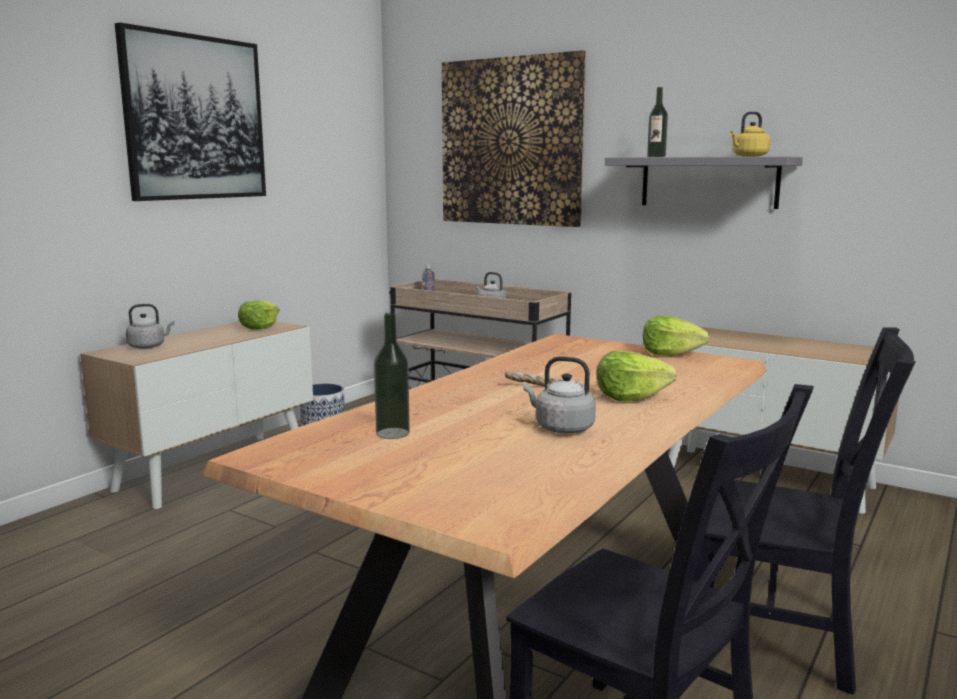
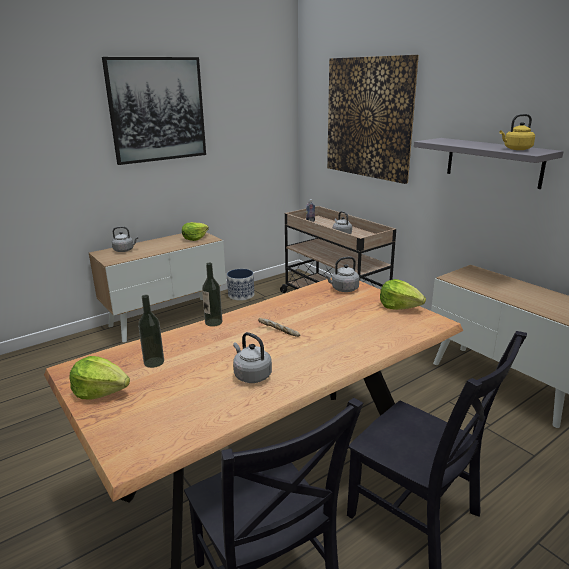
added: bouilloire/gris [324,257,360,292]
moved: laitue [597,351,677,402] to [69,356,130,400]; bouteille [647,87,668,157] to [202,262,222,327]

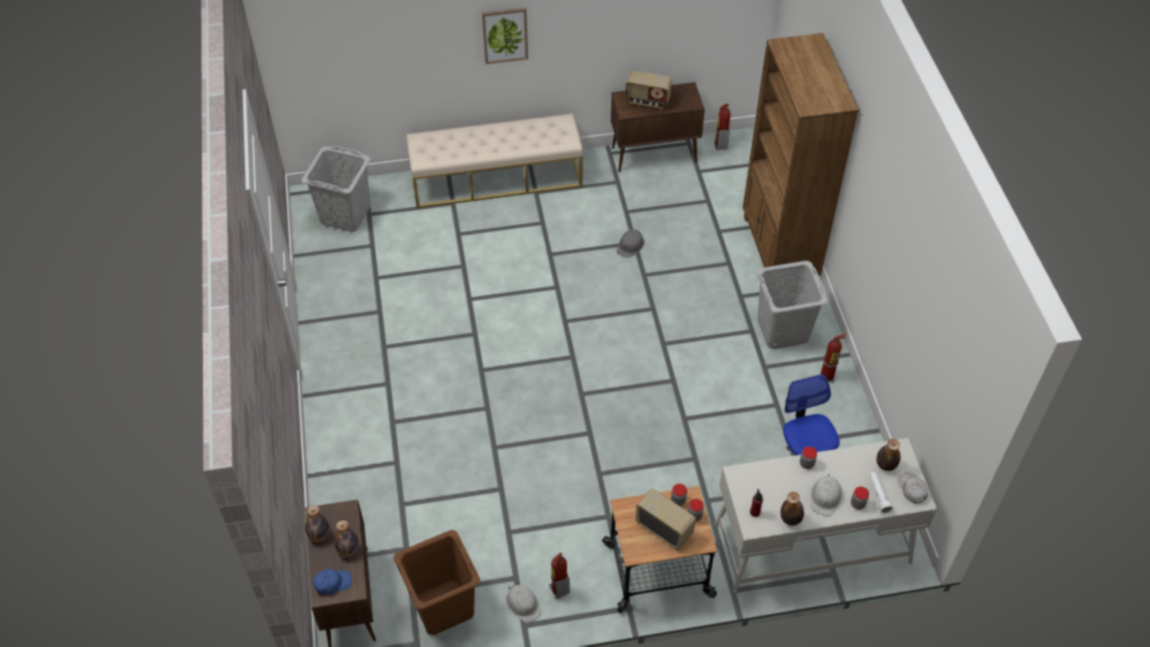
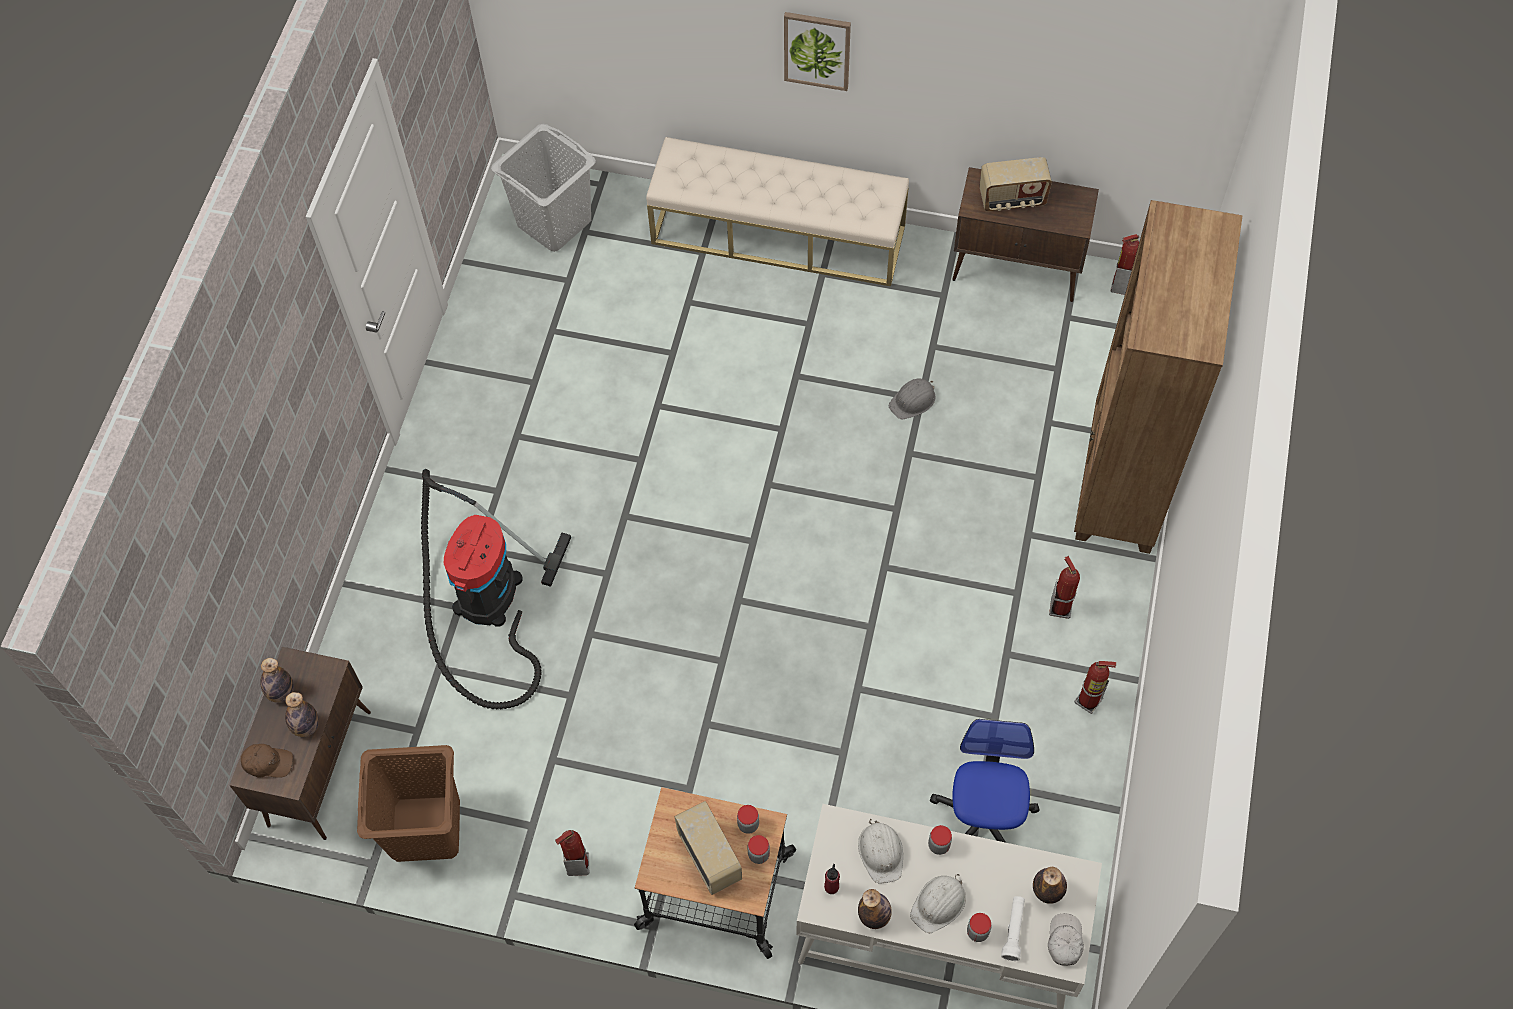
added: aspirateur [421,469,571,709]
moved: casque de chantier/blanc [506,585,541,623] to [858,819,903,884]
replaced: panier à linge/gris [756,261,828,349] to extincteur [1049,556,1080,619]
recoloured: casquette/bleu [313,569,352,595] to casquette/marron [241,744,293,778]
turned: radio [626,70,672,109] = [980,157,1052,212] 45 degrees counterclockwise

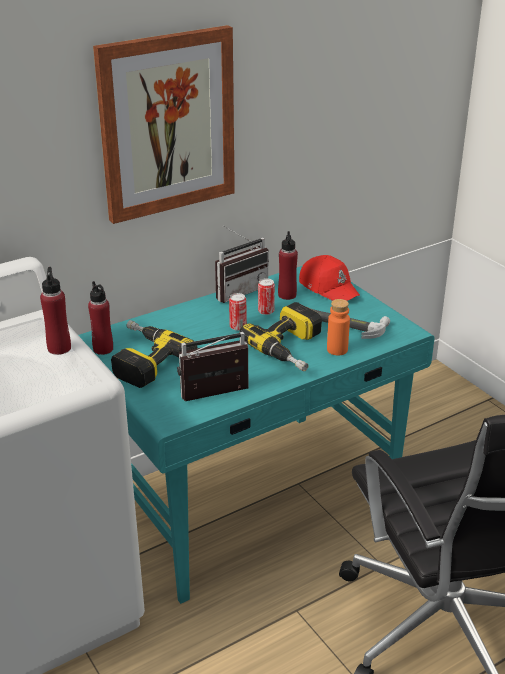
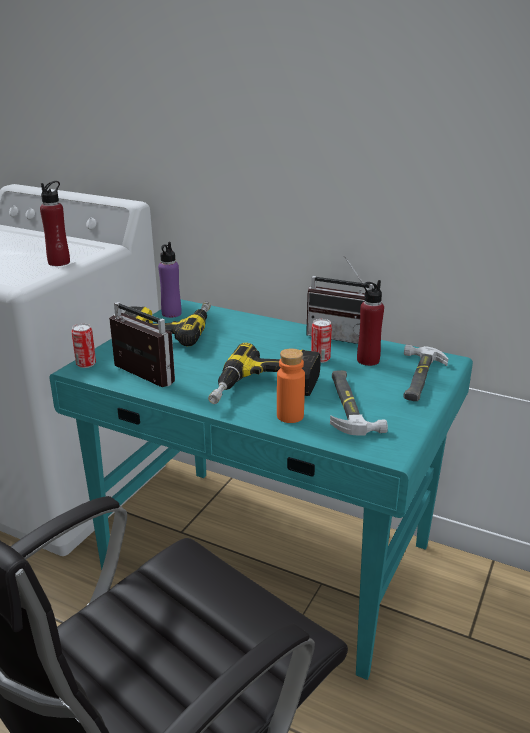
removed: tableau [93,25,235,224]
moved: boîte métallique [229,293,246,331] to [71,323,96,368]
replaced: casquette/rouge [299,255,360,301] to marteau [403,345,448,401]
recoloured: bouteille/rouge [88,281,113,355] to bouteille/violet [158,242,181,318]

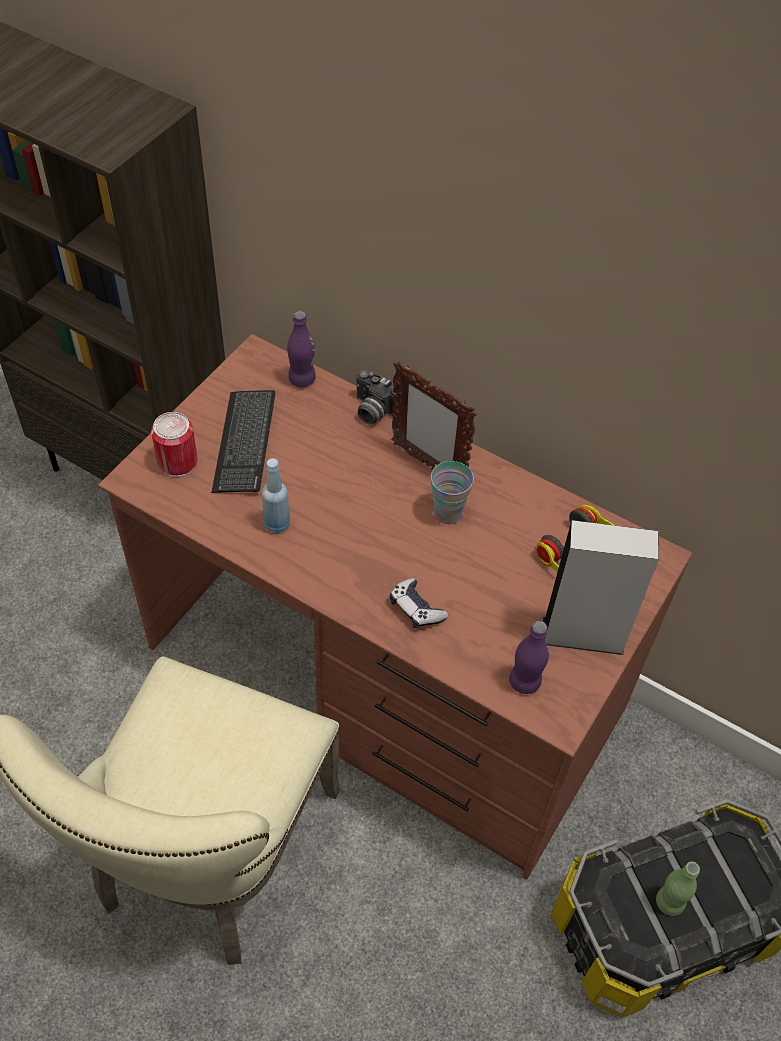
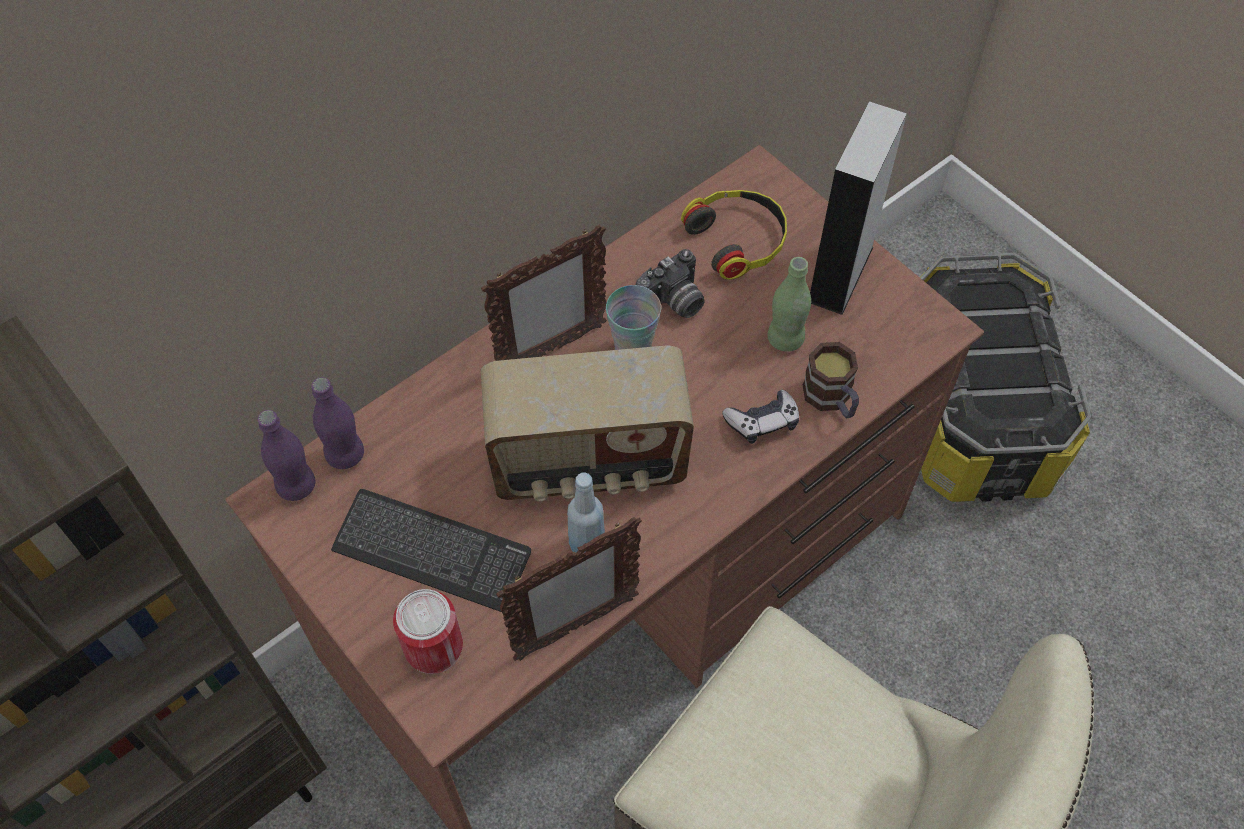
added: radio [481,346,694,502]; cadre photo [496,517,641,661]; mug [803,342,859,418]
moved: appareil photo [357,370,401,424] to [636,249,705,318]; bouteille/violet [509,621,549,694] to [258,410,316,501]; bouteille/vert [656,862,700,916] to [767,257,811,352]

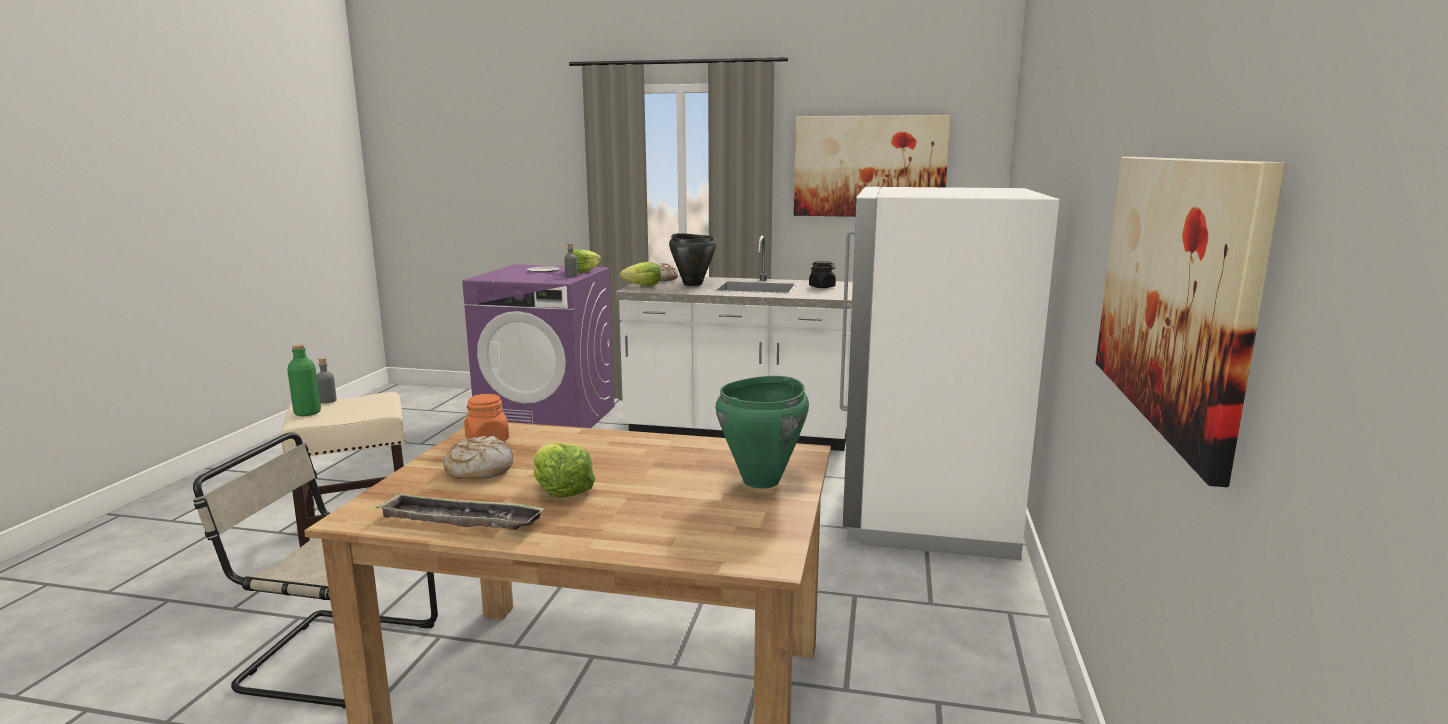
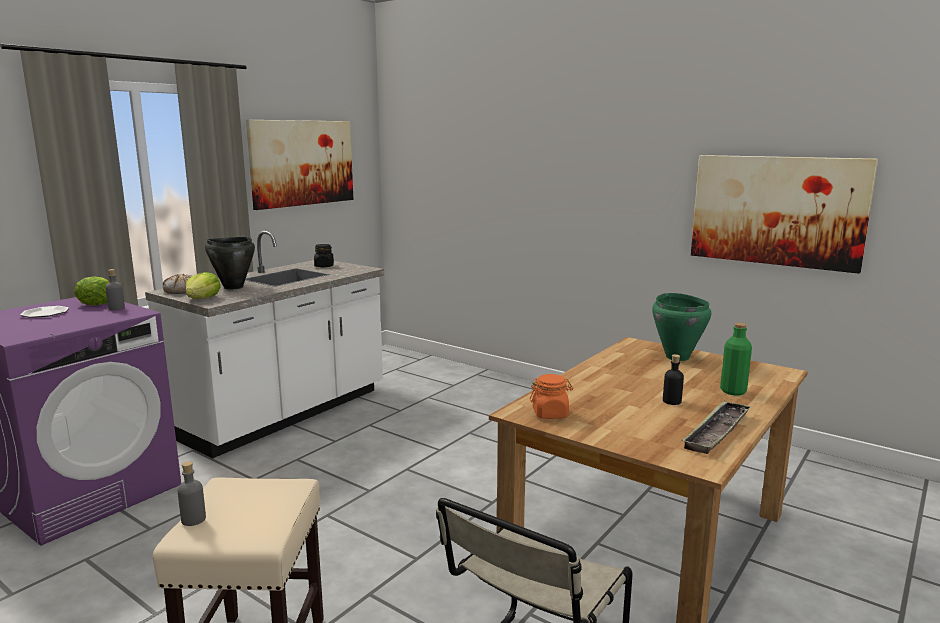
removed: pain [444,436,513,479]; réfrigérateur/blanc [840,187,1059,560]
moved: bouteille/vert [287,344,321,416] to [720,323,752,395]
replaced: laitue [533,443,595,498] to bouteille/noir [663,354,684,405]

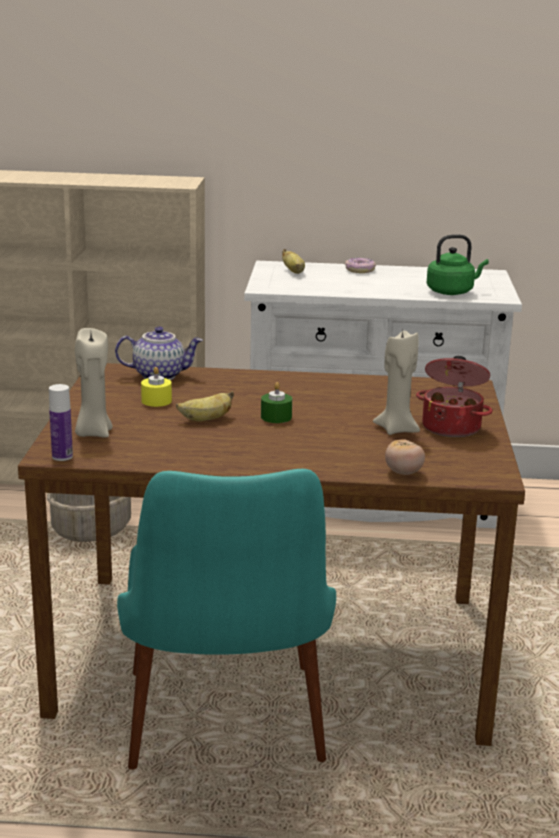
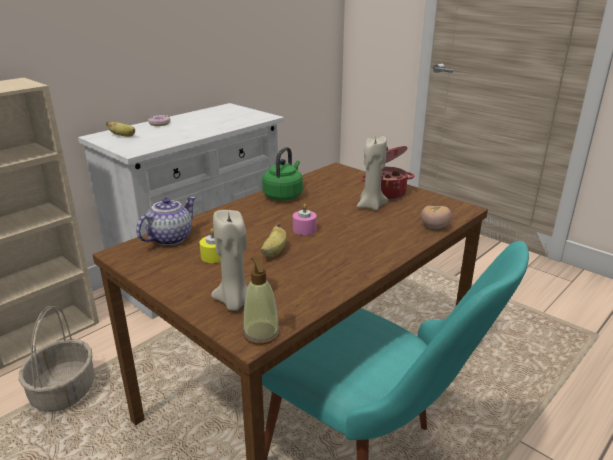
moved: bouilloire/vert [427,234,489,295] to [262,147,303,201]
replaced: bouteille [49,384,73,461] to distributeur de savon [243,256,280,345]
recoloured: bougie/vert [261,382,292,423] to bougie/rose [293,204,317,235]

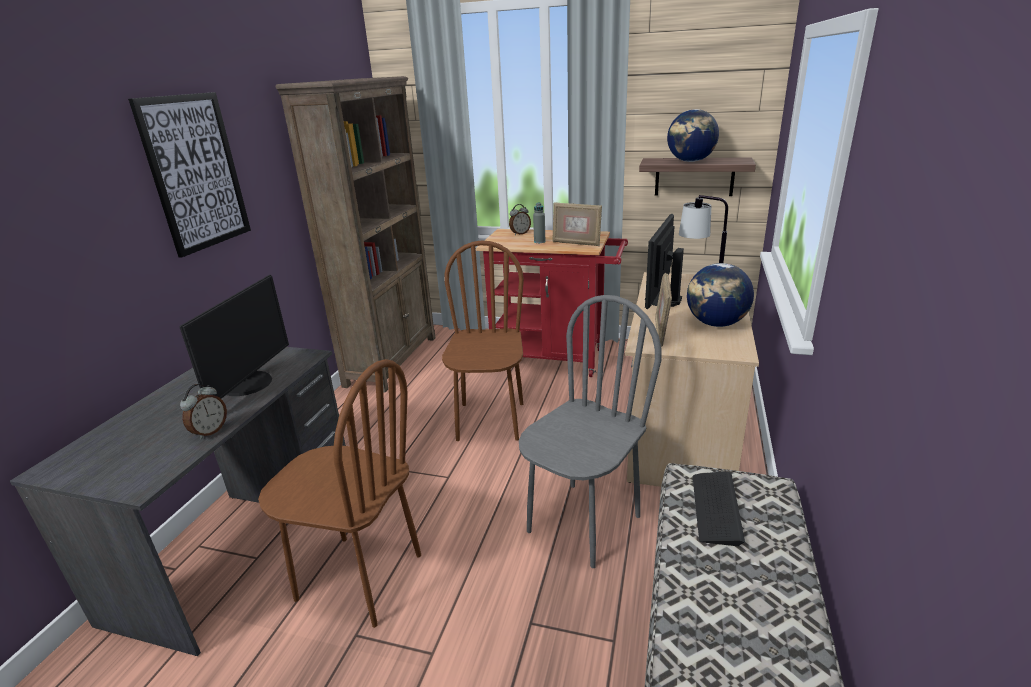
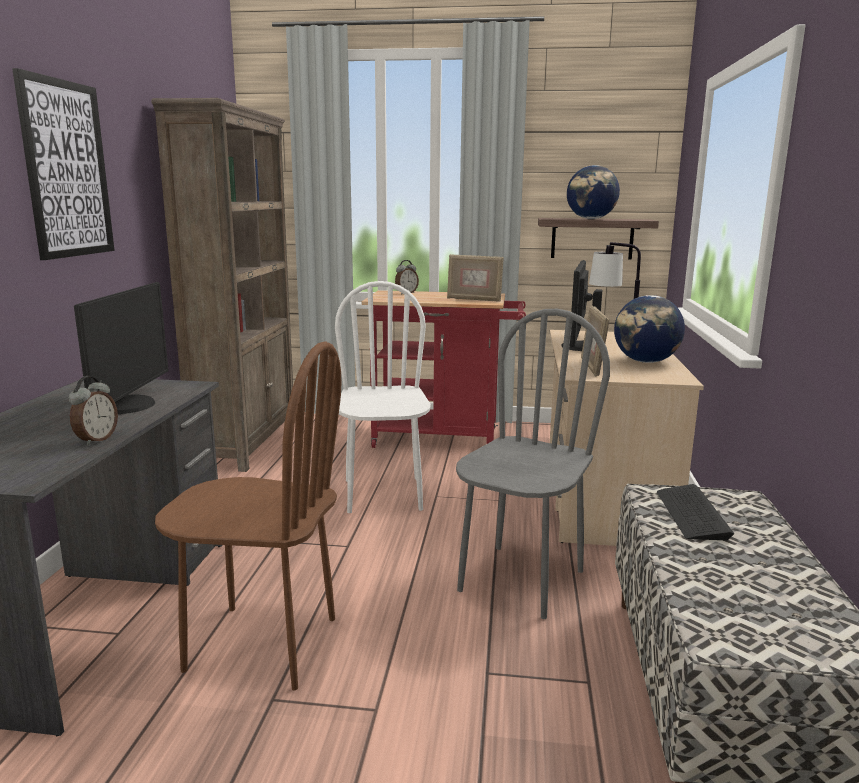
removed: bouteille/gris [533,203,546,243]
recoloured: chaise/marron [442,240,524,441] to chaise/blanc [335,281,431,513]

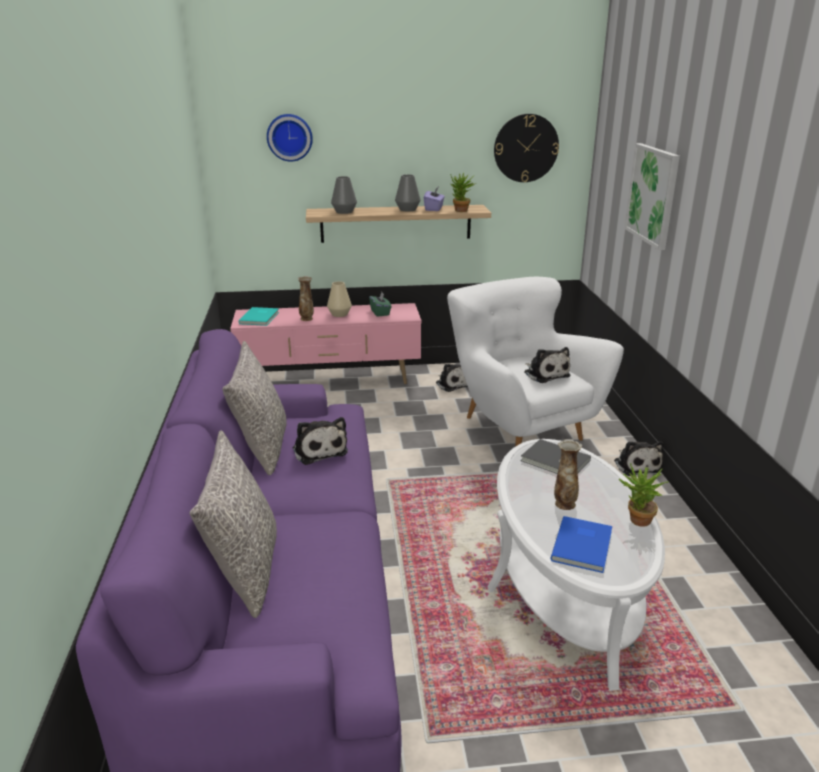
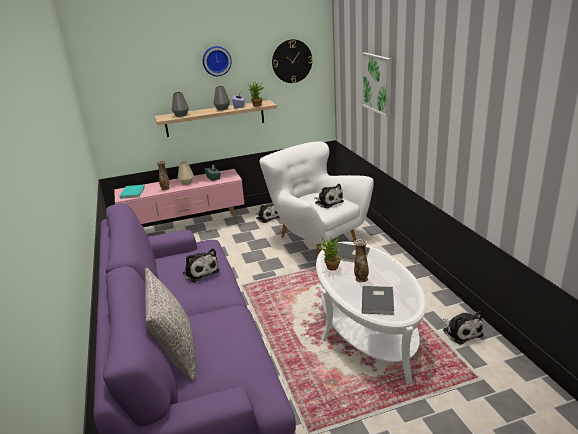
removed: coussin/gris [222,341,287,475]
moved: horloge murale [267,114,313,162] to [203,46,232,76]; peluche [614,441,663,476] to [443,311,484,345]; plante en pot [619,463,668,527] to [317,236,341,271]
recoloured: livre/bleu [551,516,612,573] to livre/gris [362,286,394,315]

